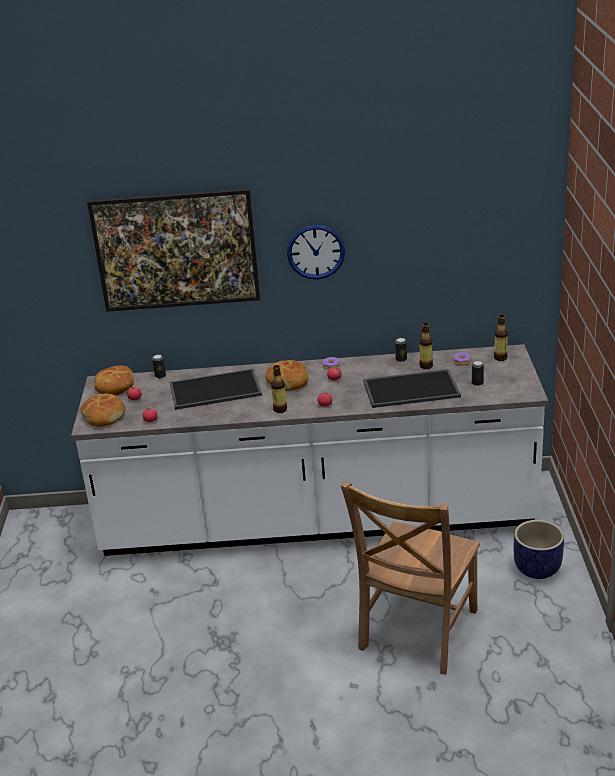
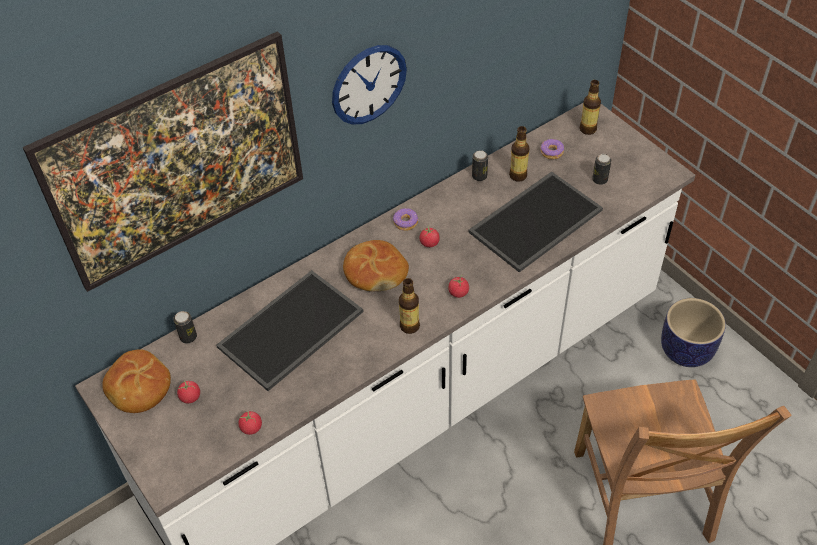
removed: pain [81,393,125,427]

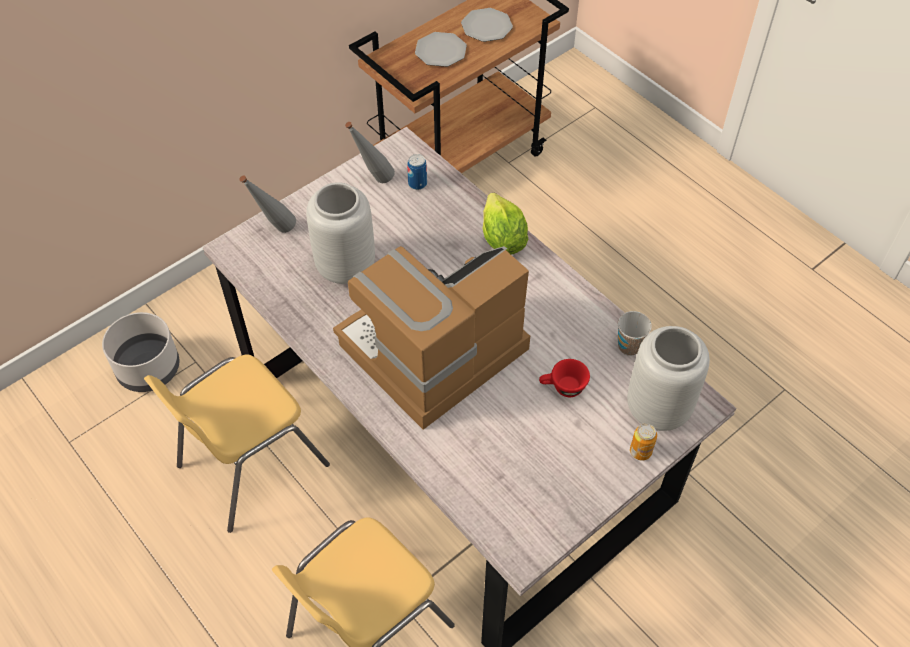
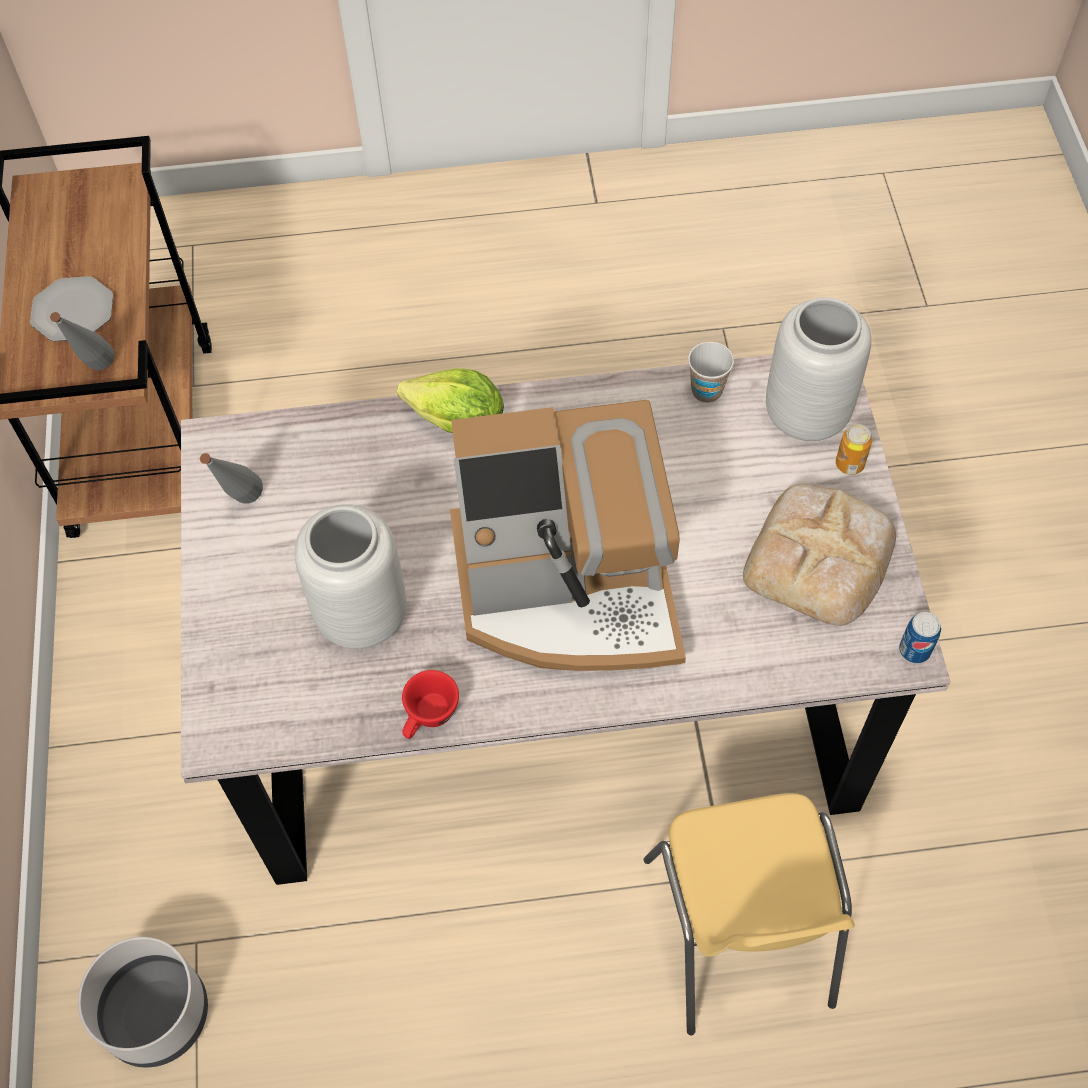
removed: chaise/jaune [144,354,330,533]; assiette [461,8,513,42]
added: pain [743,484,896,626]
moved: bouteille/gris [240,175,296,233] to [50,312,114,370]; boîte métallique [407,154,427,190] to [899,612,941,664]; tasse/rouge [539,359,590,397] to [402,670,459,739]
turned: machine à café [333,246,530,430] = [450,400,686,671] 90 degrees counterclockwise

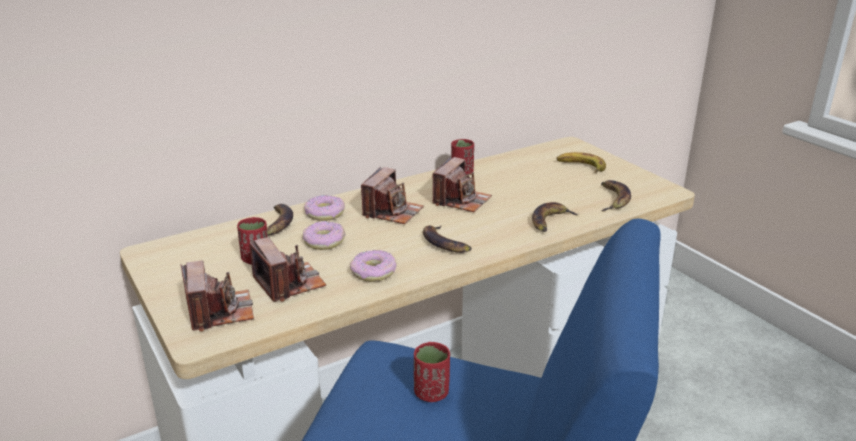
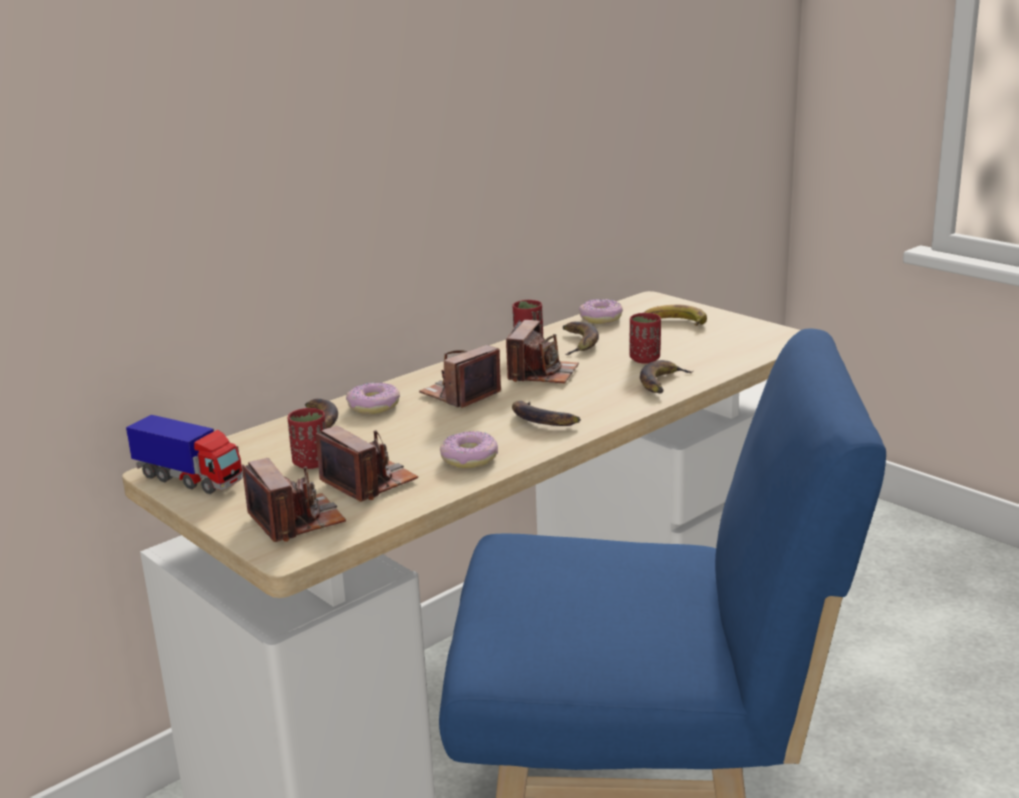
added: camion jouet [126,415,243,494]
moved: beignet [302,221,345,250] to [579,299,623,324]; tasse/rouge [414,342,450,402] to [629,313,661,363]; banane [601,180,631,211] to [562,322,599,355]
turned: appareil photo [361,167,424,224] = [419,345,501,408] 150 degrees counterclockwise

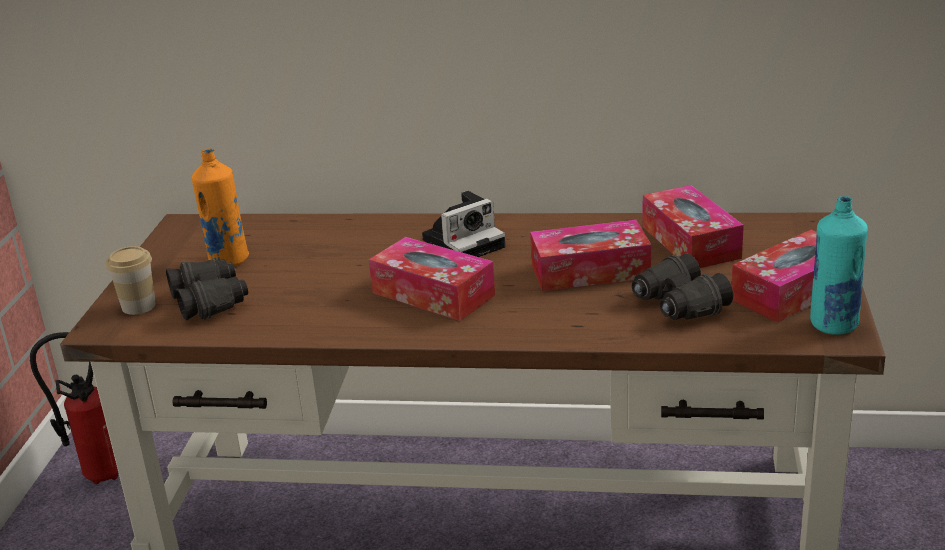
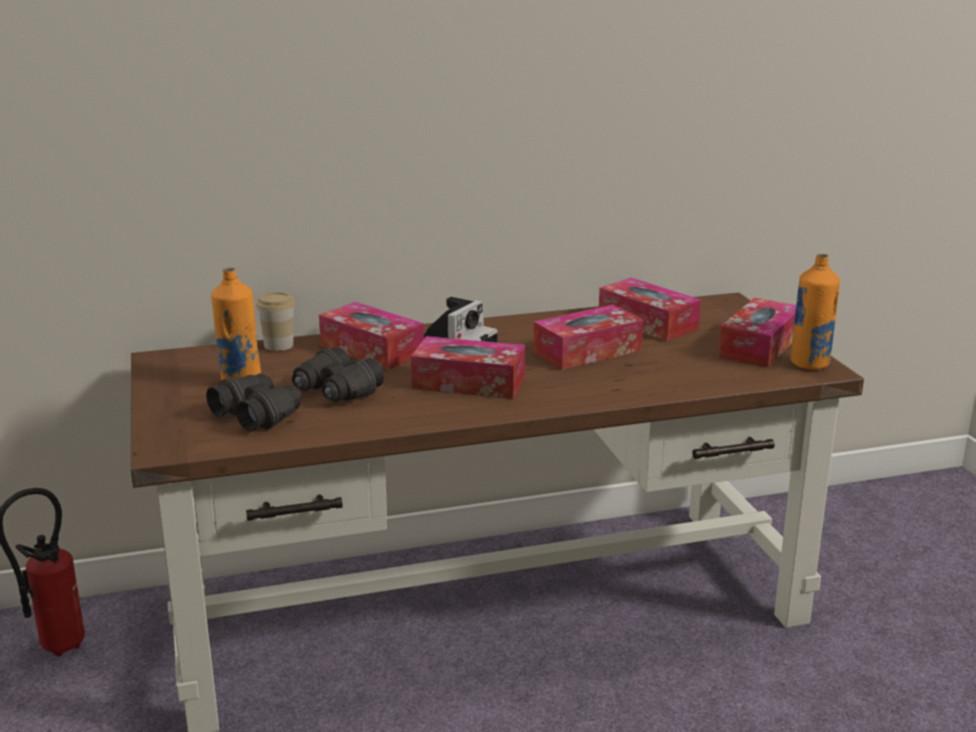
added: boîte à mouchoirs [319,302,424,370]
moved: tasse [106,246,156,315] to [256,292,295,351]; jumelles/noir [632,253,733,320] to [292,347,384,402]
recoloured: bouteille/turquoise [810,196,868,335] to bouteille/orange [790,254,840,370]

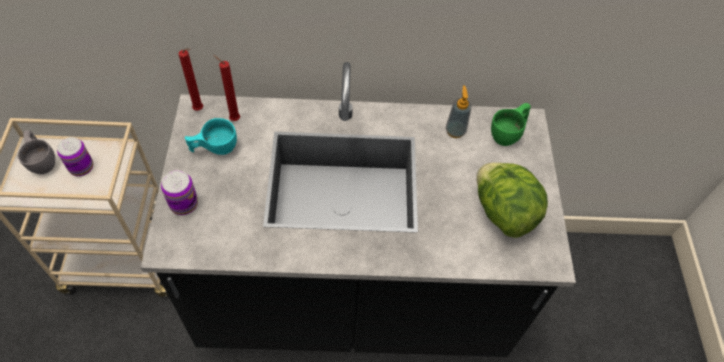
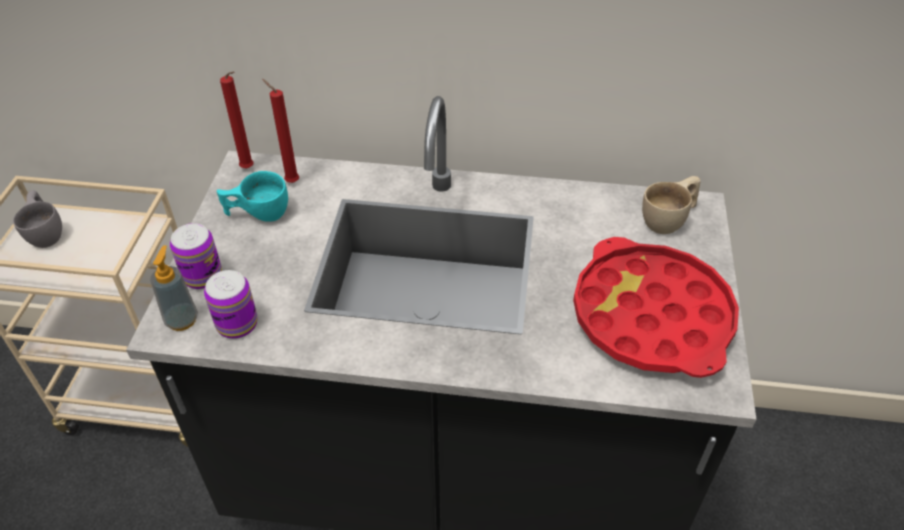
moved: boîte métallique [57,137,93,176] to [204,270,257,339]; distributeur de savon [446,86,472,138] to [150,245,198,331]
replaced: laitue [477,162,548,238] to plateau/rouge [573,237,739,378]
recoloured: tasse/vert [491,103,531,146] to tasse/beige [642,176,700,234]

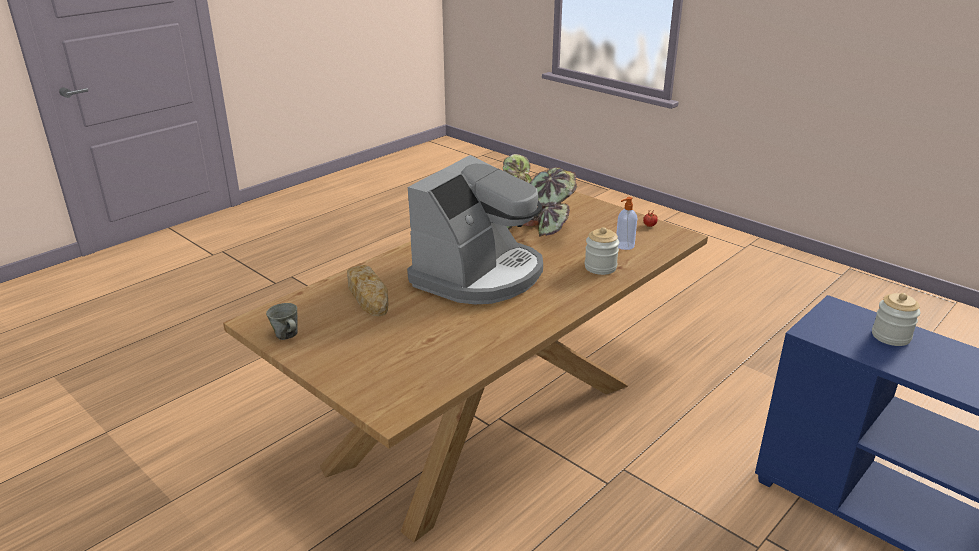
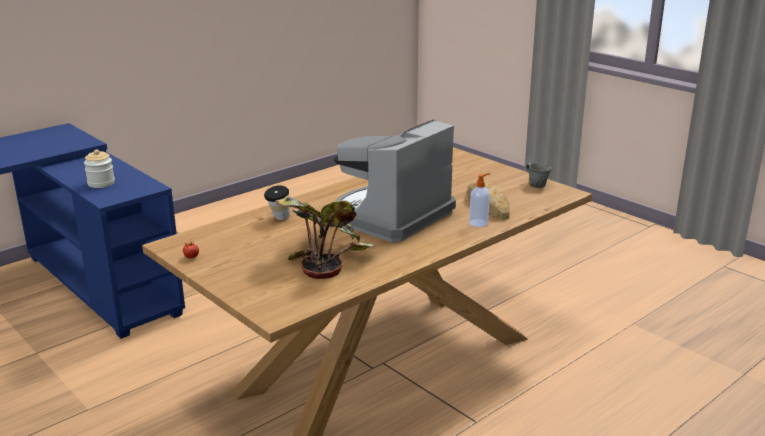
moved: distributeur de savon [616,197,637,250] to [469,173,490,227]
replaced: bocal [585,227,619,275] to tasse [264,185,290,220]

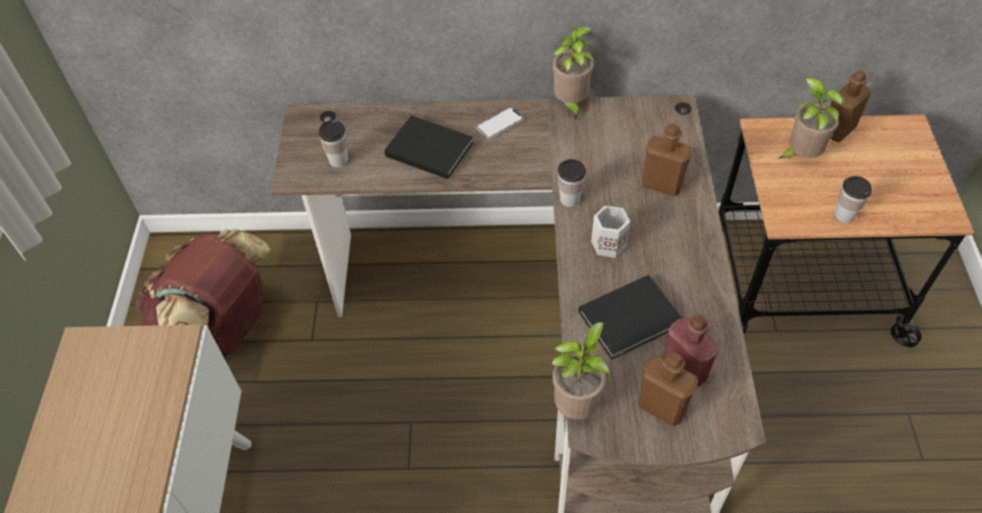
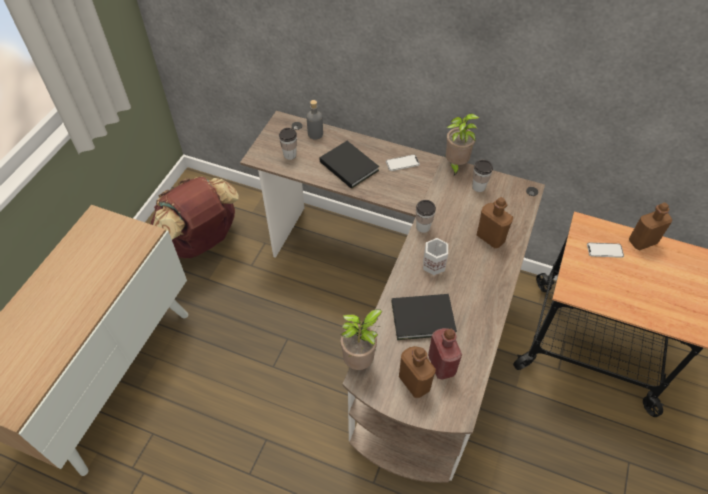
added: bouteille/gris [307,100,323,140]
moved: tasse [835,176,872,223] to [472,160,493,192]
replaced: plante en pot [778,77,845,159] to téléphone [587,242,624,258]

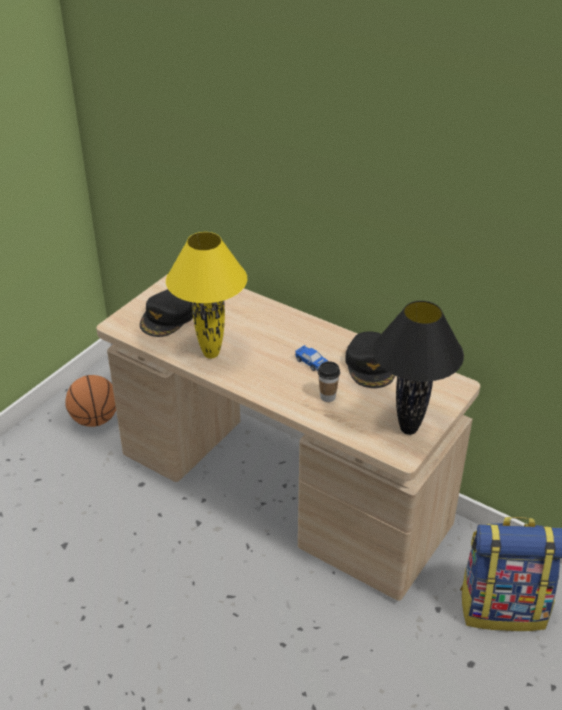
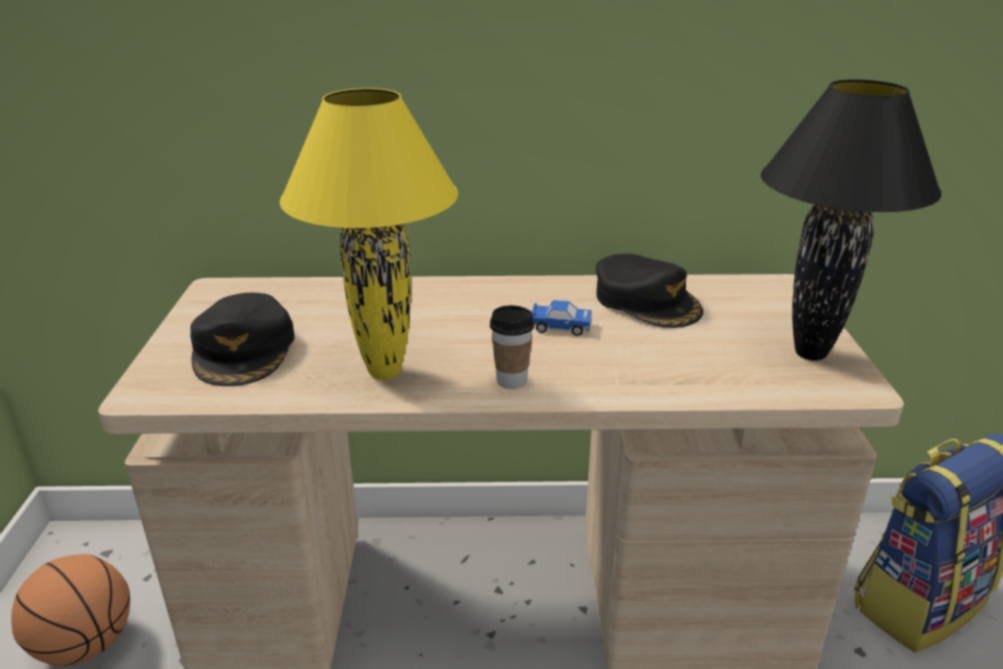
moved: tasse [318,361,340,402] to [490,305,535,389]

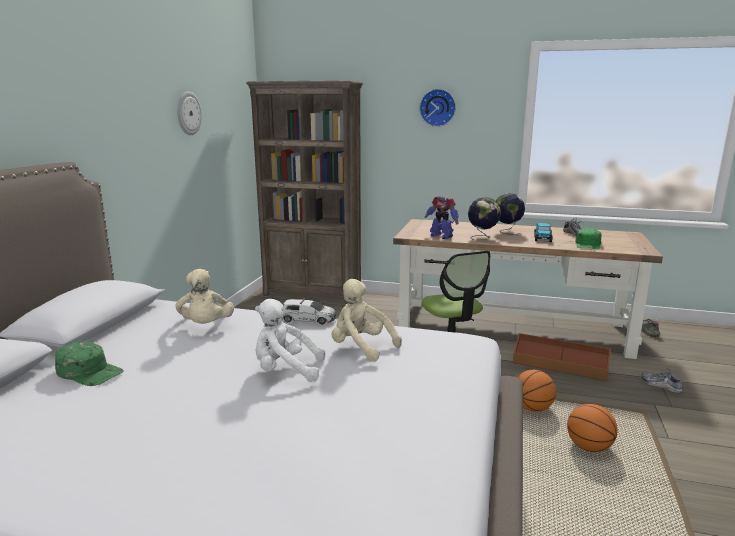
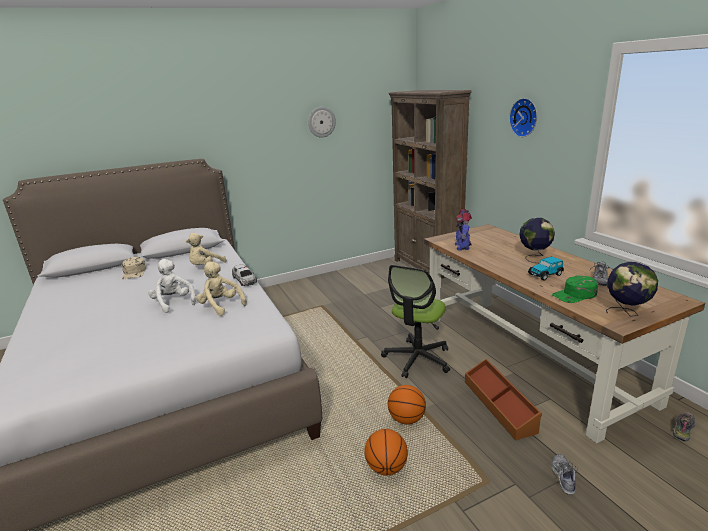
moved: globe [468,197,501,240] to [606,262,658,317]
recoloured: casquette/vert [55,342,123,386] to casquette/beige [122,257,146,279]
turned: peluche/beige [332,279,402,362] = [196,261,247,316] 45 degrees counterclockwise

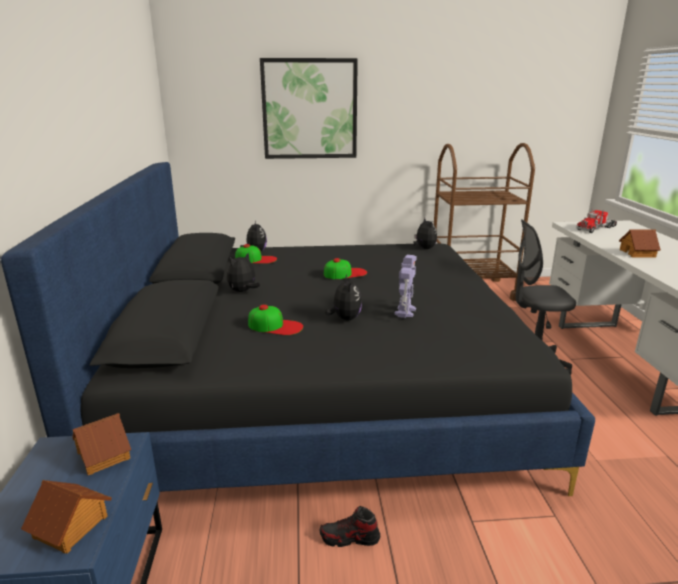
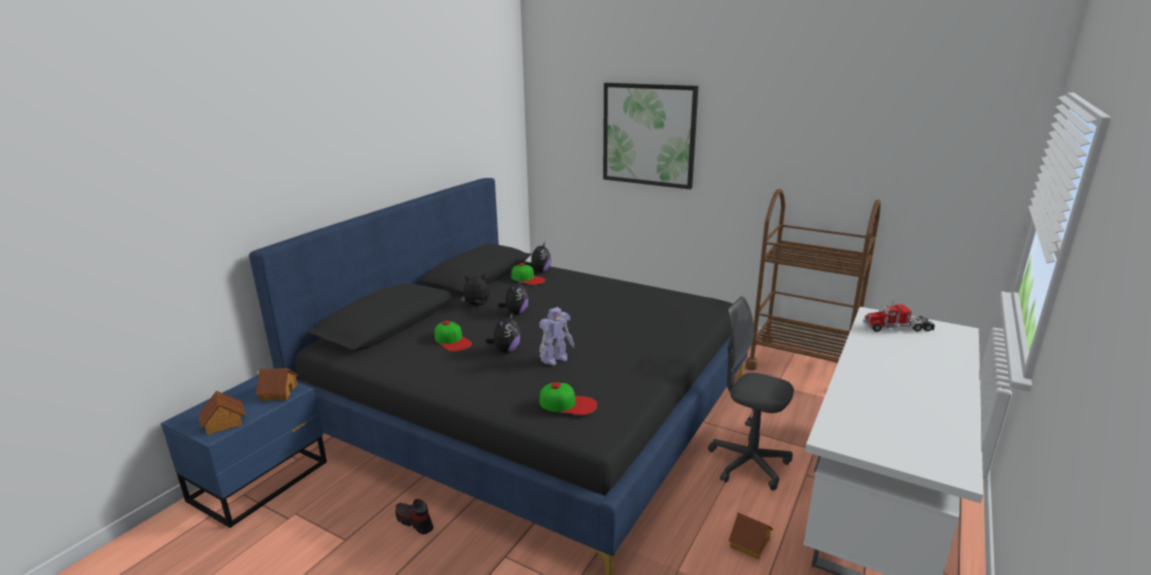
moved: casquette [324,258,367,279] to [540,382,597,415]; peluche [413,218,437,249] to [498,279,529,315]; maison miniature [619,229,661,258] to [729,512,773,560]

